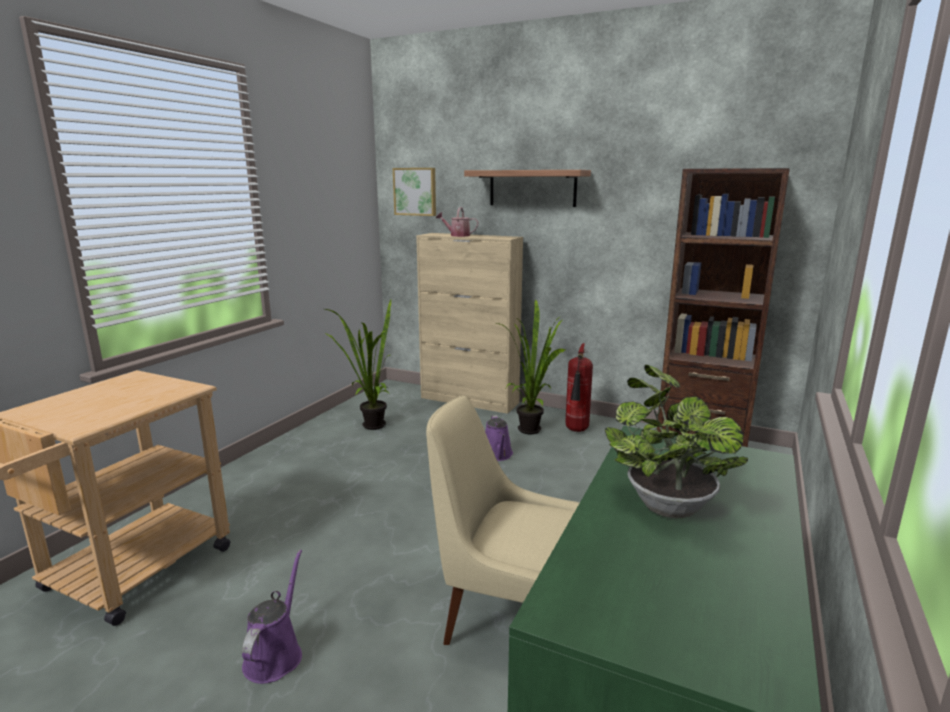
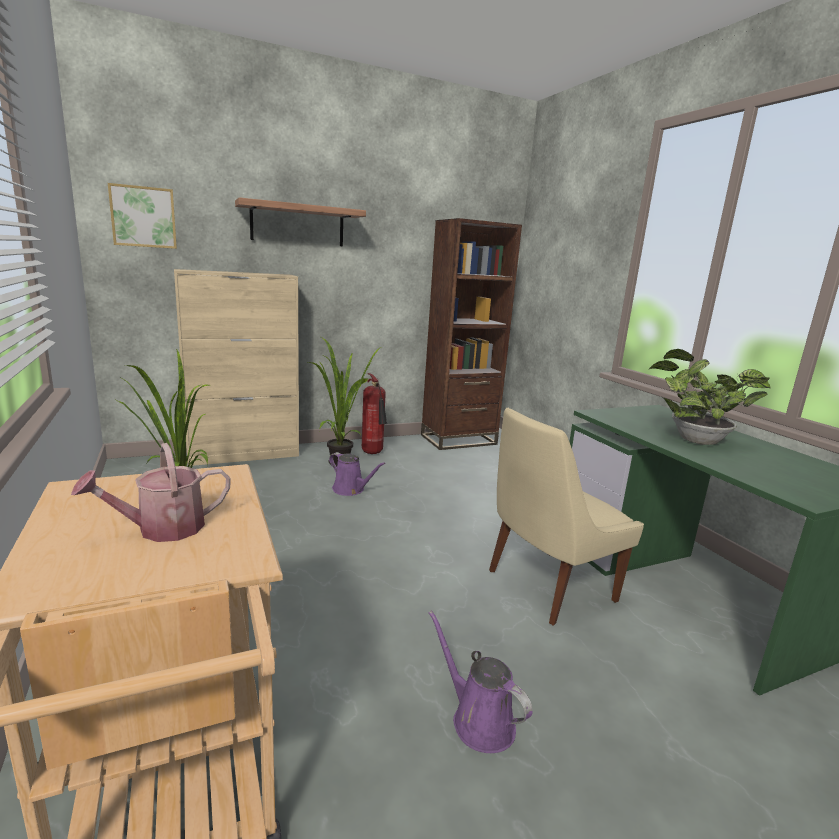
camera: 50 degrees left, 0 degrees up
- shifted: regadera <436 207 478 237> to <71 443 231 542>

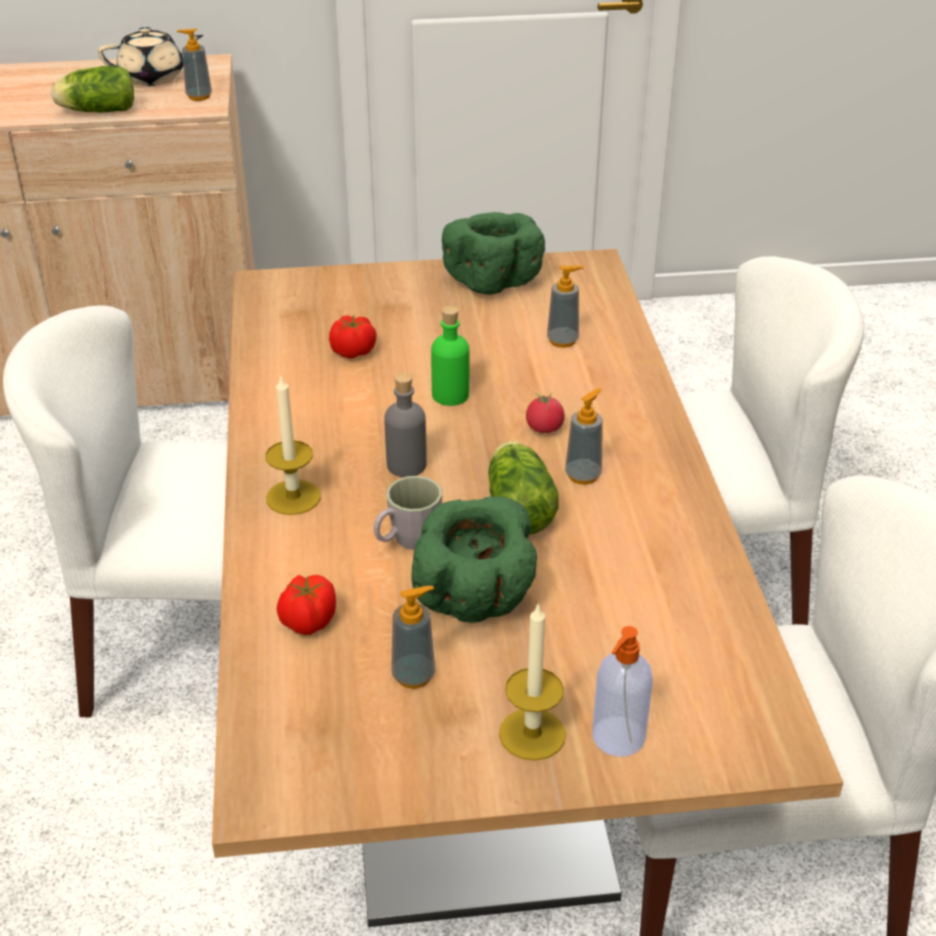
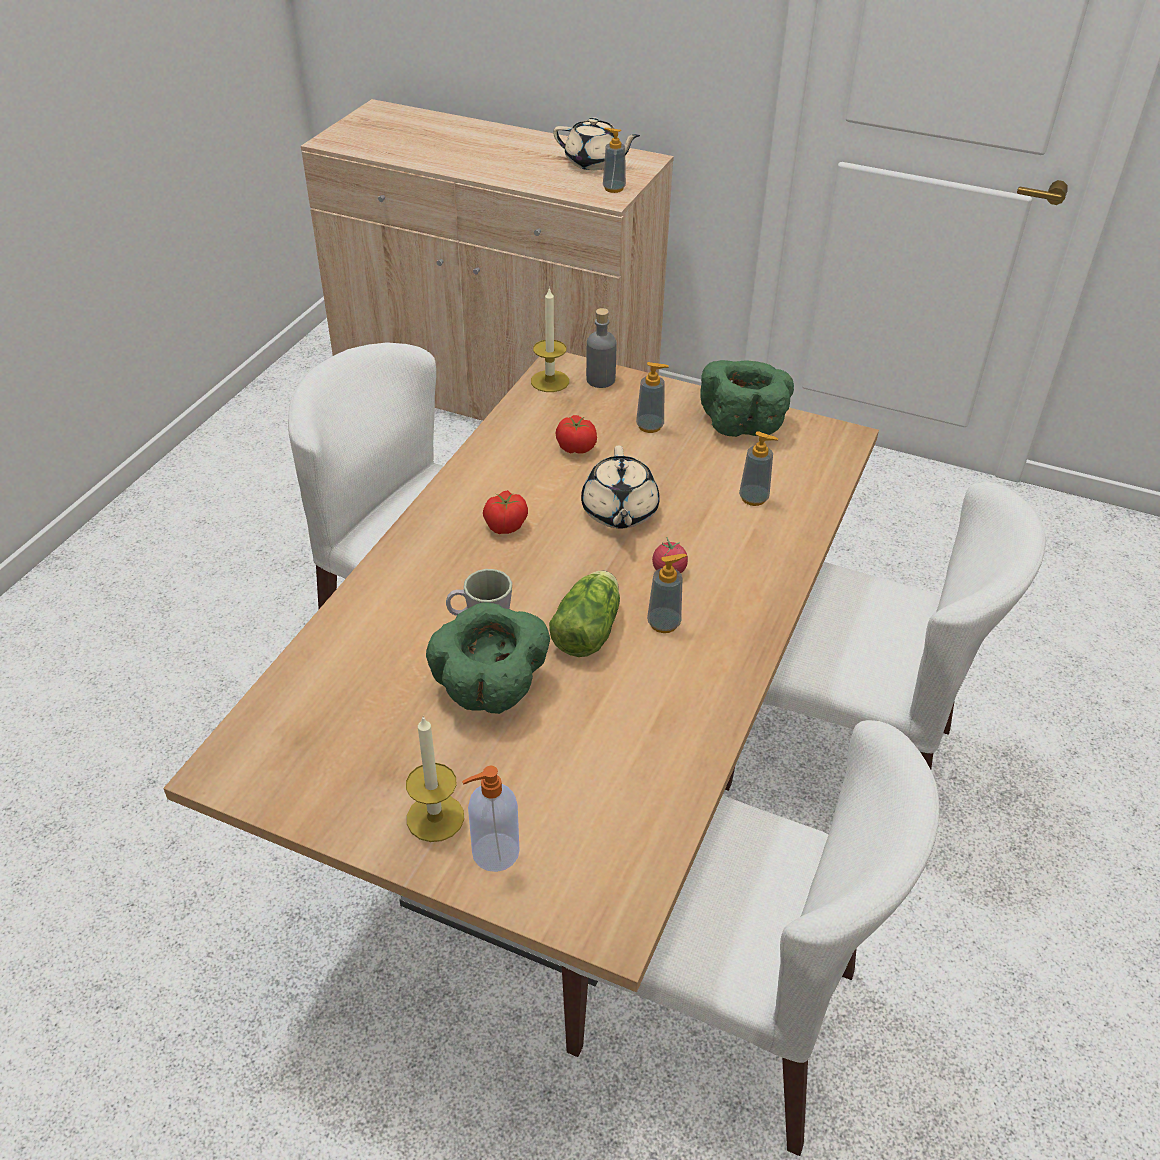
camera: 30 degrees right, 5 degrees up
- gone: lechuga <51 66 134 113>
- shifted: vela <265 376 321 515> to <531 287 569 392>
- shifted: tomate <277 575 336 635> to <483 490 528 534>
- shifted: botella/gris <384 372 427 477> to <586 308 617 388>
- shifted: dispensador de jabón <391 586 435 689> to <636 362 669 433>
- swapped: botella/verde <431 306 469 406> to tetera/beis <581 445 660 528>

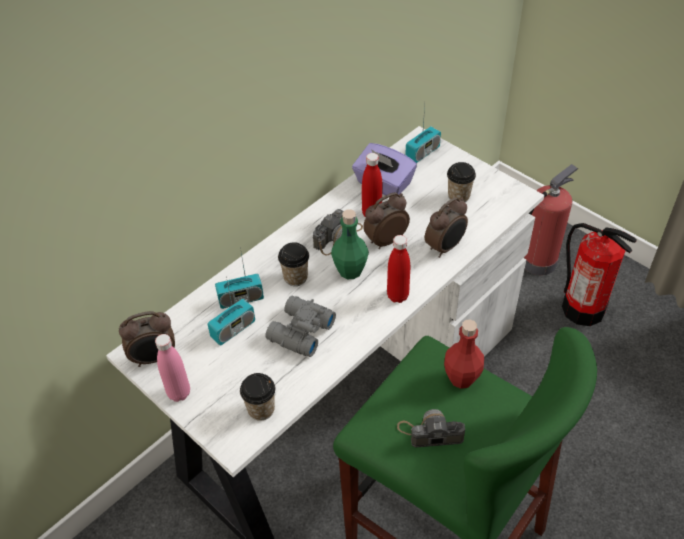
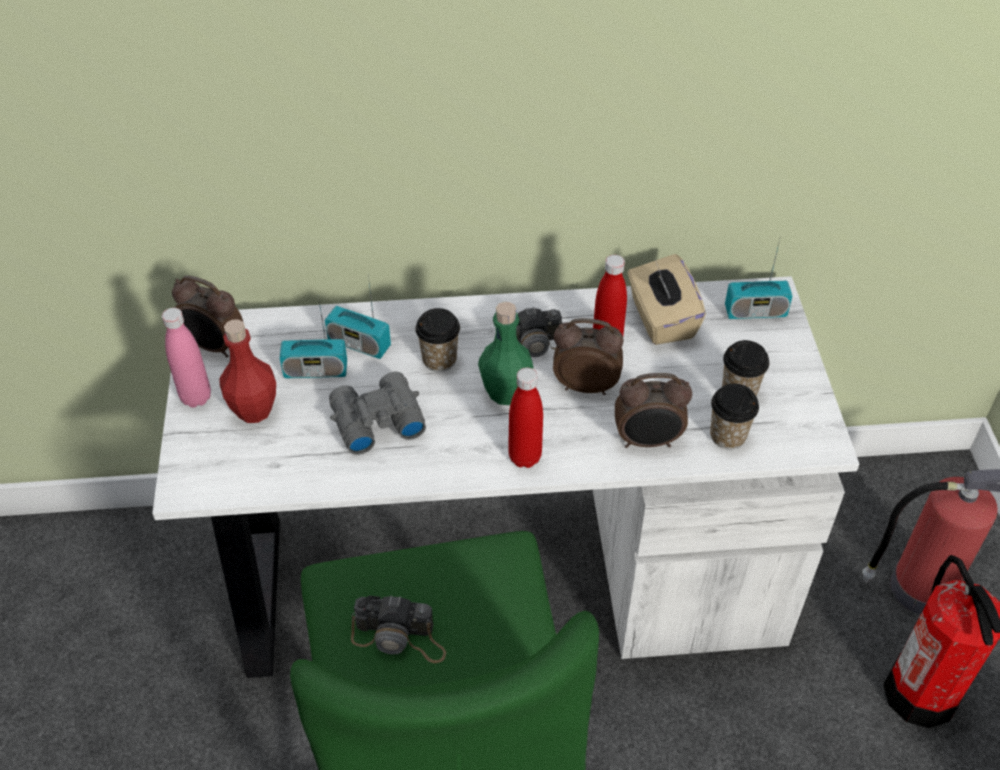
camera: 40 degrees right, 0 degrees up
- shifted: taza <240 373 275 421> to <710 384 759 450>
- repainted: caja de pañuelos/morado <352 143 417 195> to caja de pañuelos/beis <628 254 706 345>
- rotated: cámara <397 409 465 447> = <351 595 446 663> 150 degrees clockwise
- shifted: botella/rojo <444 319 484 389> to <220 320 276 423>

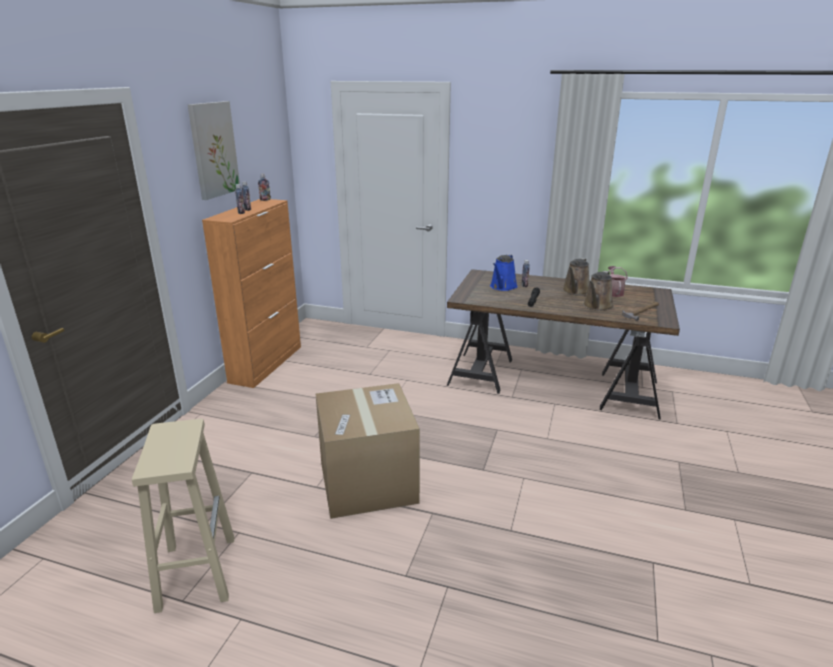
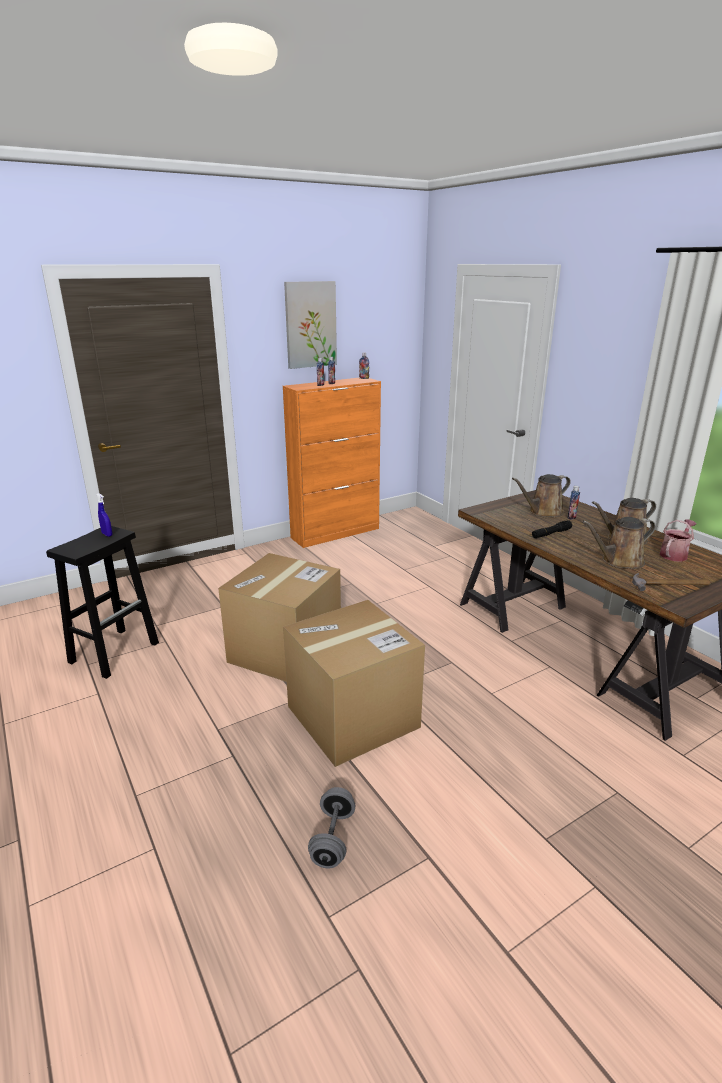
camera: 40 degrees right, 0 degrees up
- repainted: taburete/beis <132 419 234 613> to taburete/negro <46 526 159 679>
- repainted: regadera/azul <490 254 518 291> to regadera/marrón <512 474 571 517>
- new: pulverizador/azul <97 493 112 537>
- new: caja de cartón <283 600 425 767>
- new: mancuerna/gris <308 787 355 869>

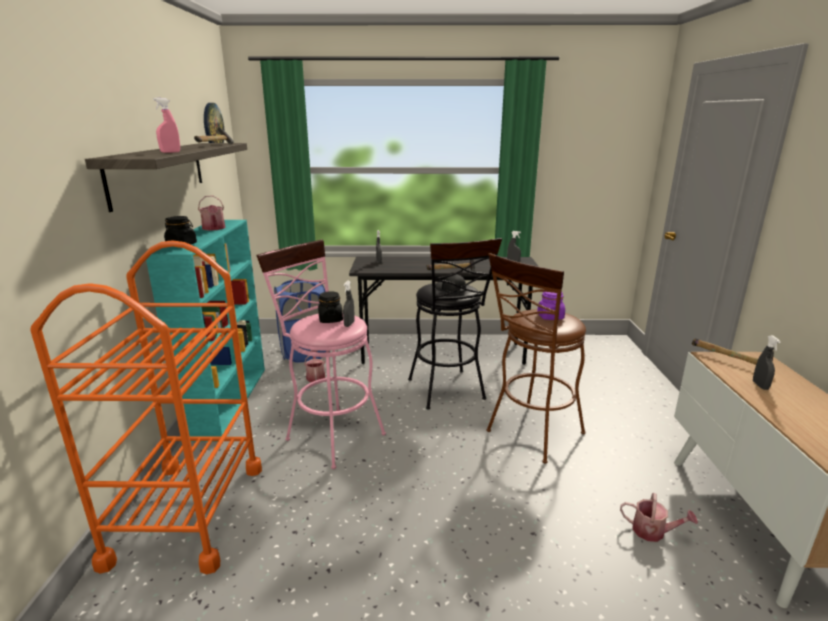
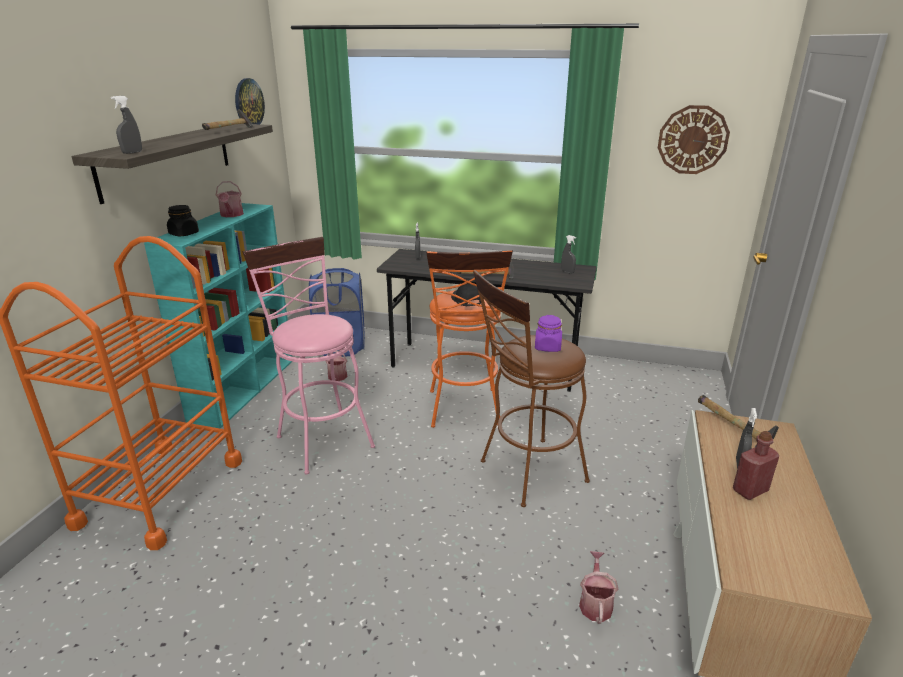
camera: 15 degrees right, 5 degrees up
- gone: pulverizador/rosa <153 98 180 153>
- gone: tarro/negro <318 291 343 323>
- shifted: pulverizador/gris <343 281 355 327> to <111 96 142 154>
- repainted: taburete/negro <408 238 502 410> to taburete/naranja <426 250 513 428>
- rotated: regadera <620 493 698 542> = <579 551 619 624> 120 degrees counterclockwise
- new: reloj de pared <658 105 730 174>
- new: botella/rojo <733 431 779 500>

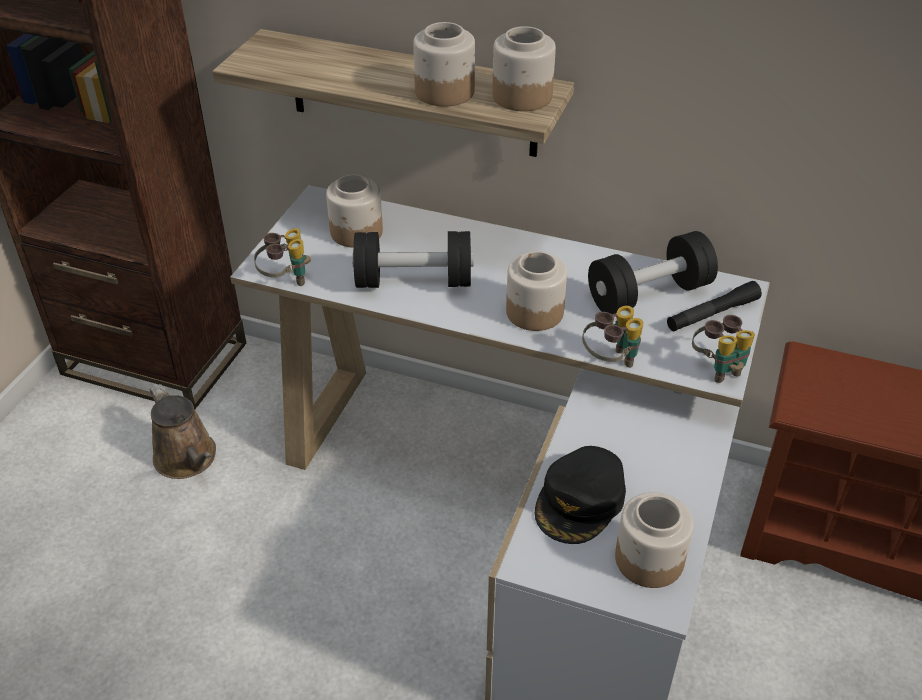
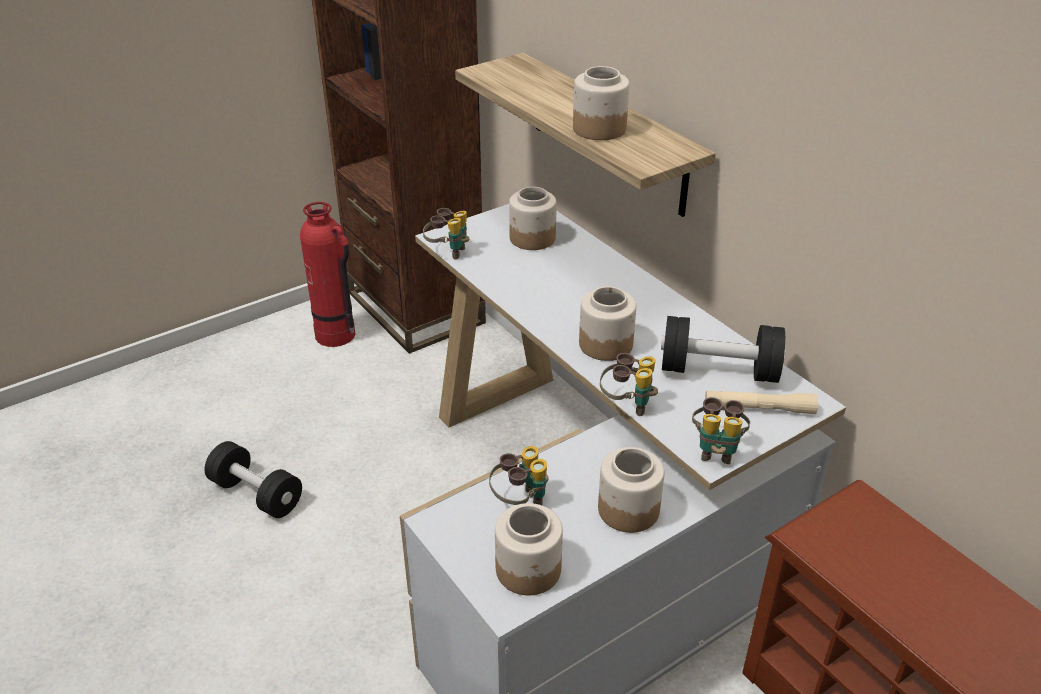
camera: 35 degrees right, 5 degrees down
- gone: regadera/marrón <150 384 216 479>
- shifted: mancuerna/negro <352 231 473 288> to <205 441 302 518>
- shifted: tarro <492 26 556 111> to <598 447 664 533>
- swapped: gorra/negro <535 446 626 544> to prismáticos <489 446 548 505>
- repainted: linterna/negro <667 281 762 331> to linterna/beis <705 390 818 414>
- new: extintor <300 202 355 347>

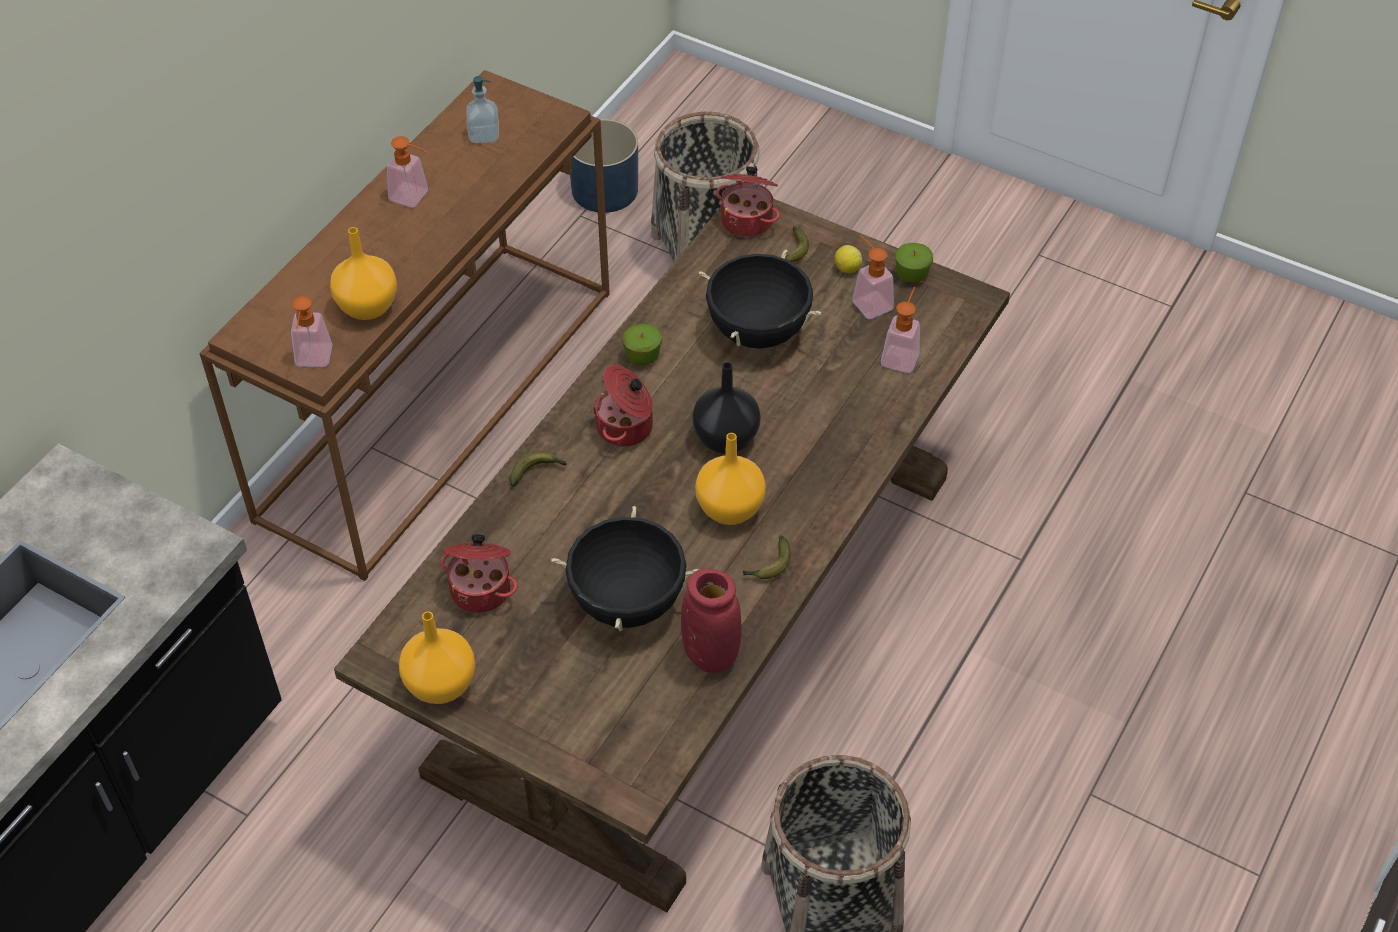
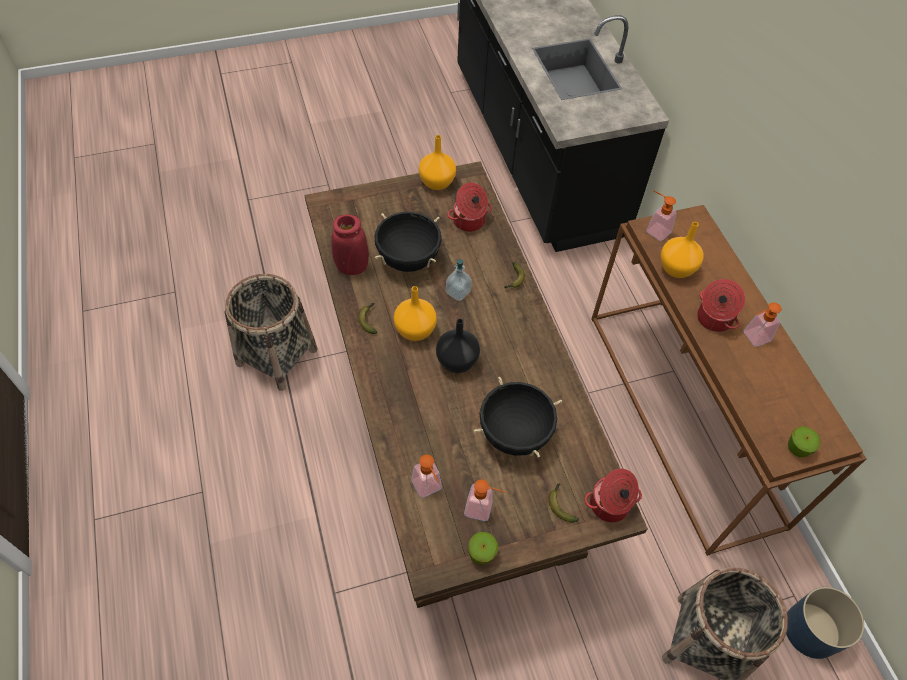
camera: 130 degrees right, 5 degrees up
- shifted: dispensador de jabón <466 76 499 143> to <446 259 472 301>
- shifted: olla <593 365 653 447> to <697 279 745 332>
- shifted: manzana <622 324 662 365> to <788 426 821 457>
- gone: limón <835 245 862 273>

